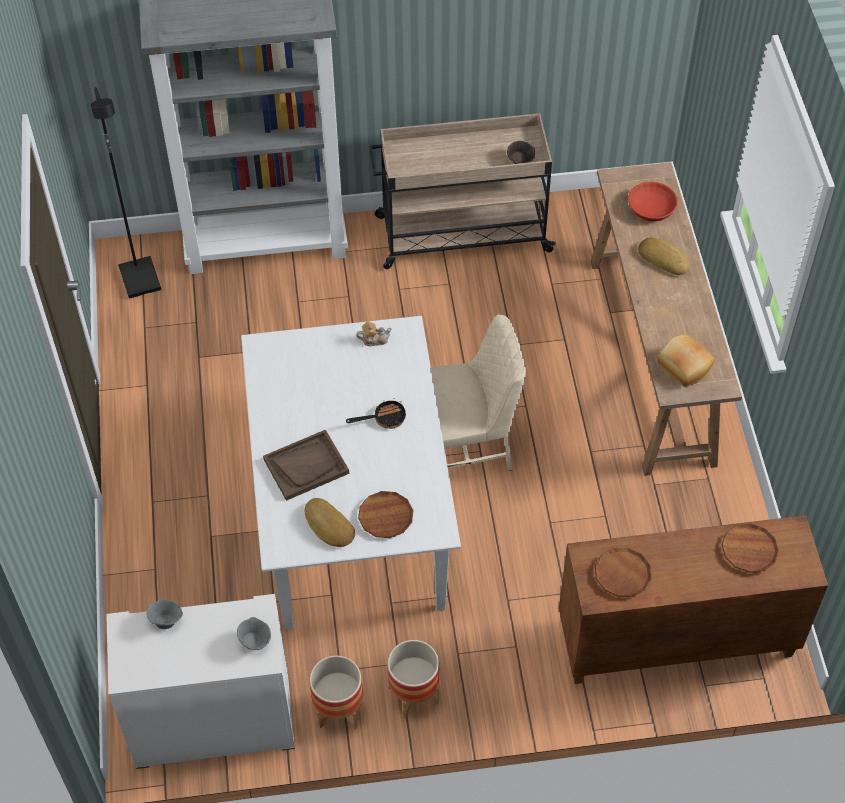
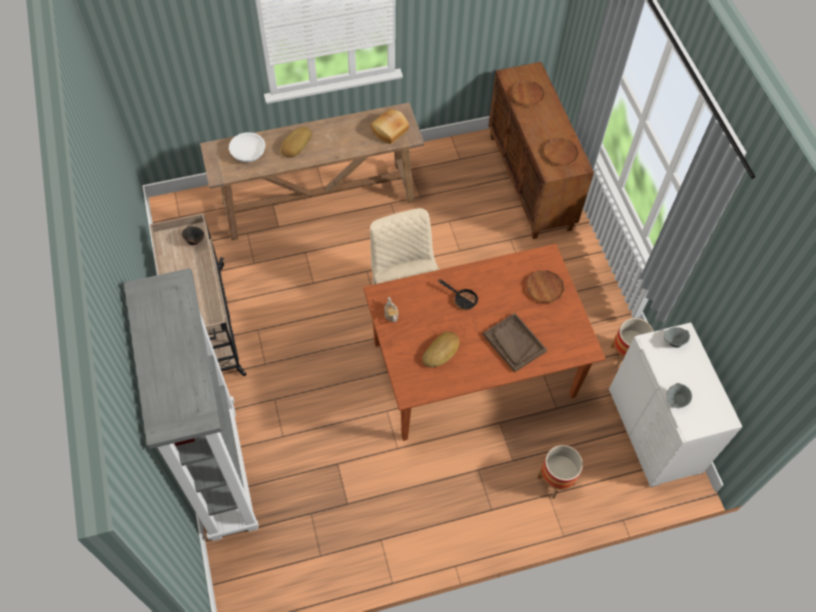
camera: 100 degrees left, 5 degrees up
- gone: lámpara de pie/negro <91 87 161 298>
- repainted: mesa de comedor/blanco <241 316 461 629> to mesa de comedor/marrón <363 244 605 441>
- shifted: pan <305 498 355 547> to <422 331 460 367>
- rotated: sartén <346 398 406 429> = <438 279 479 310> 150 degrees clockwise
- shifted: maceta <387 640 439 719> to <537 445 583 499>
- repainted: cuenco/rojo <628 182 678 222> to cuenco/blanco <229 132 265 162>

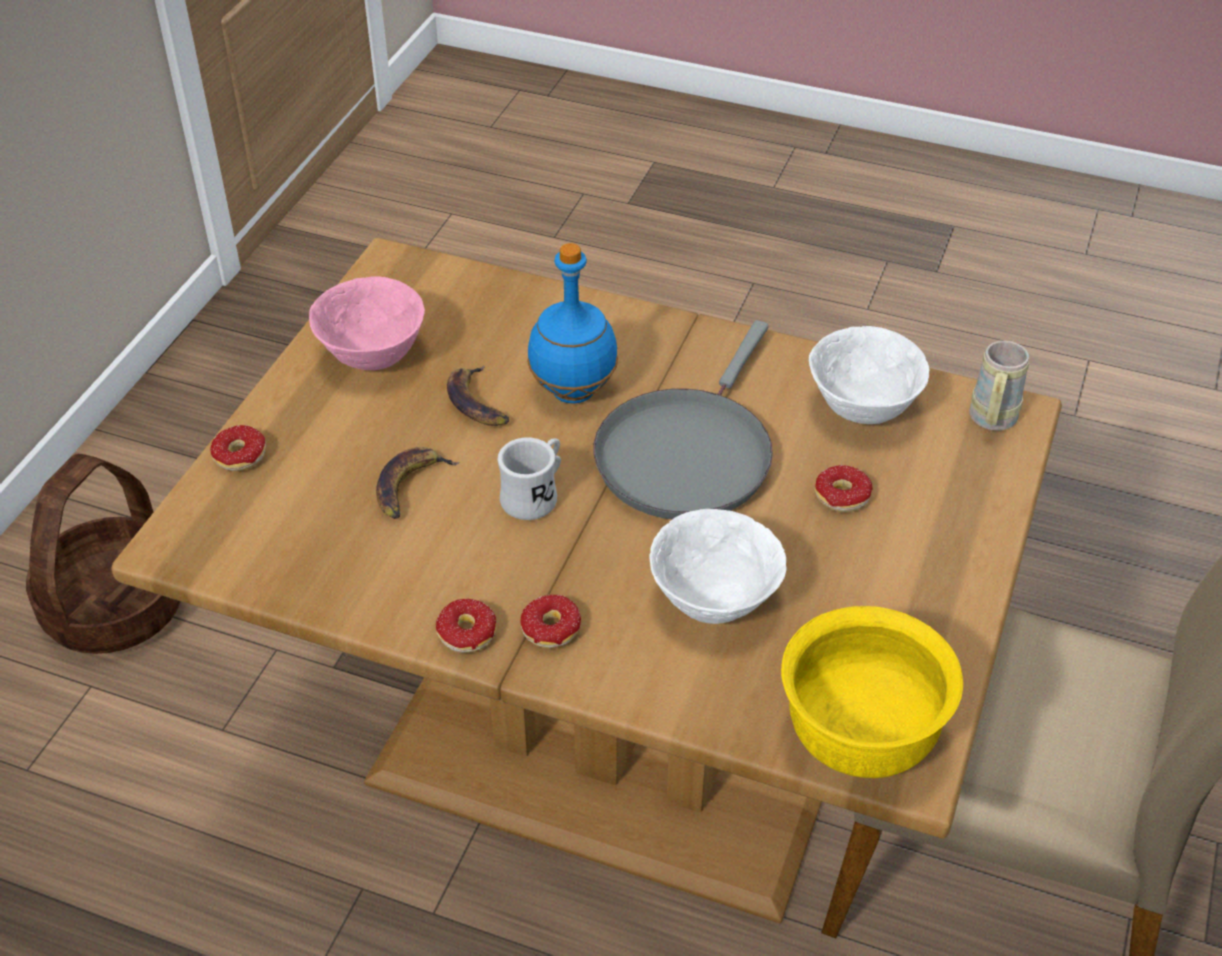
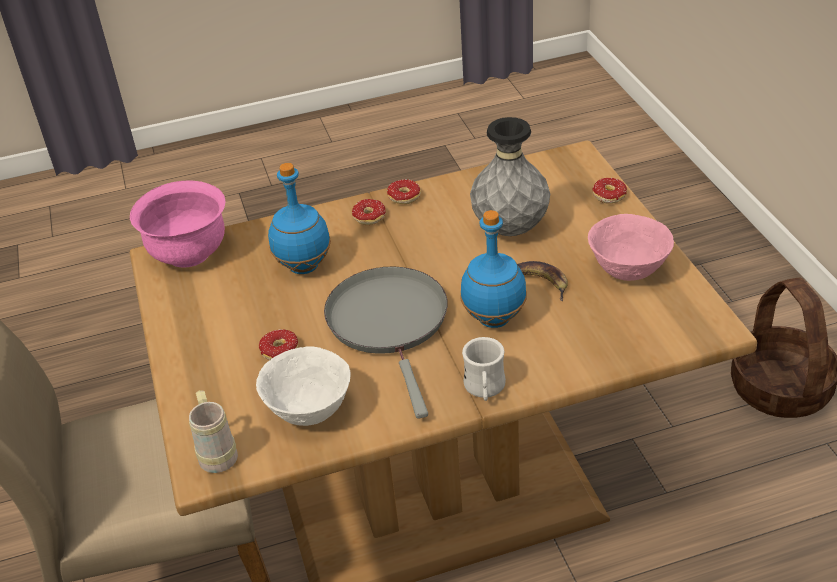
camera: 145 degrees right, 5 degrees down
- swapped: plátano <376 447 460 519> to florero/gris <470 117 550 236>
- shifted: taza grande/blanco <497 437 561 520> to <462 337 506 401>
- swapped: cuenco/blanco <649 509 786 624> to botella/azul <268 163 331 274>
- repainted: cuenco/amarillo <781 606 963 778> to cuenco/rosa <130 181 225 268>

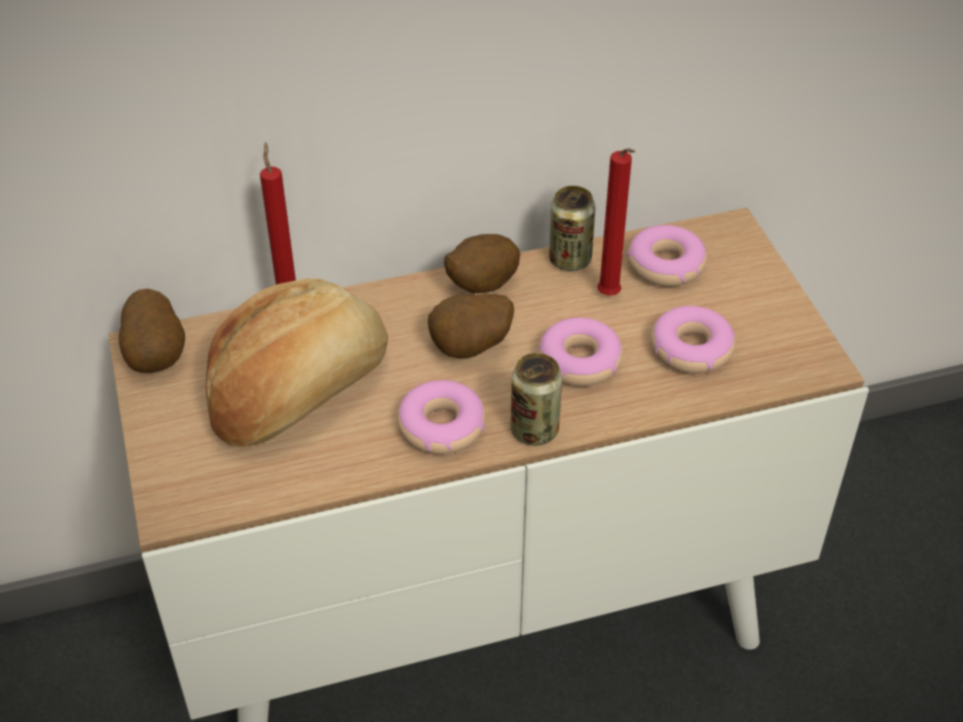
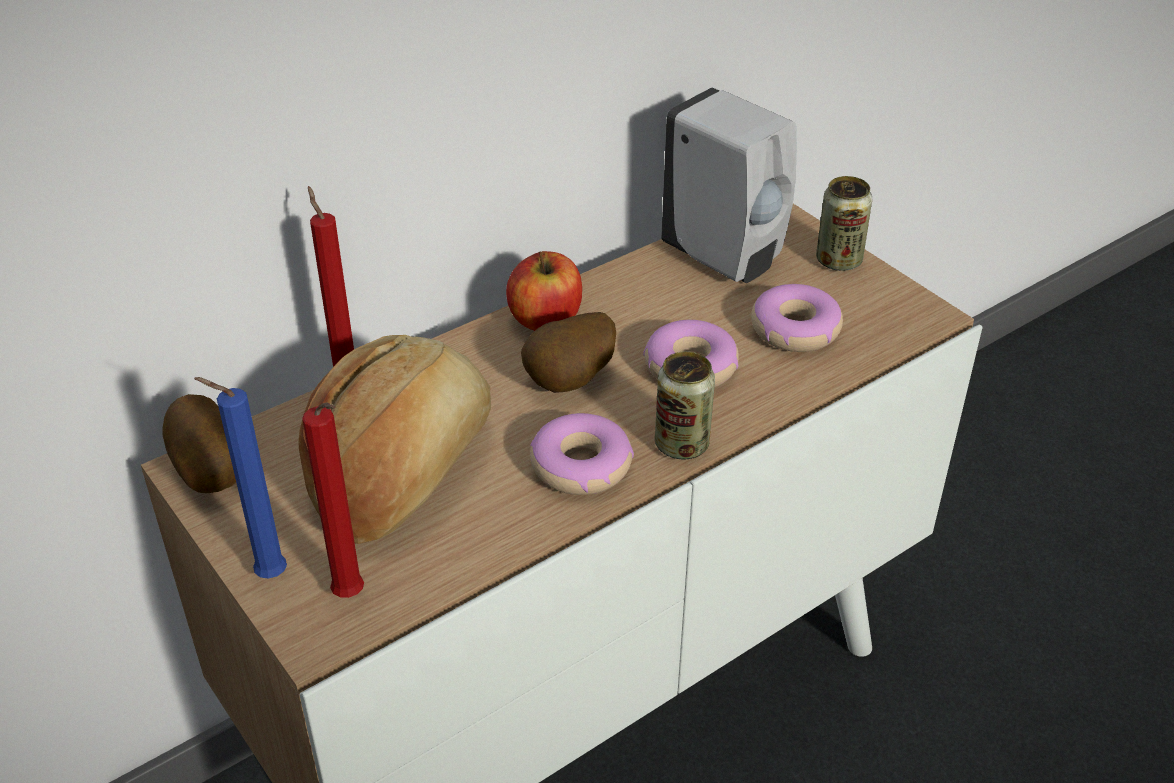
camera: 20 degrees left, 5 degrees down
- swapped: patata <444 234 520 293> to manzana <506 251 582 331>
- shifted: lata <549 186 595 271> to <816 176 872 271>
- shifted: vela/rojo <597 148 635 296> to <302 402 364 598>
- swapped: rosquilla <627 225 707 287> to dispensador de jabón/blanco <661 87 796 283>
- new: vela/azul <194 377 287 579>

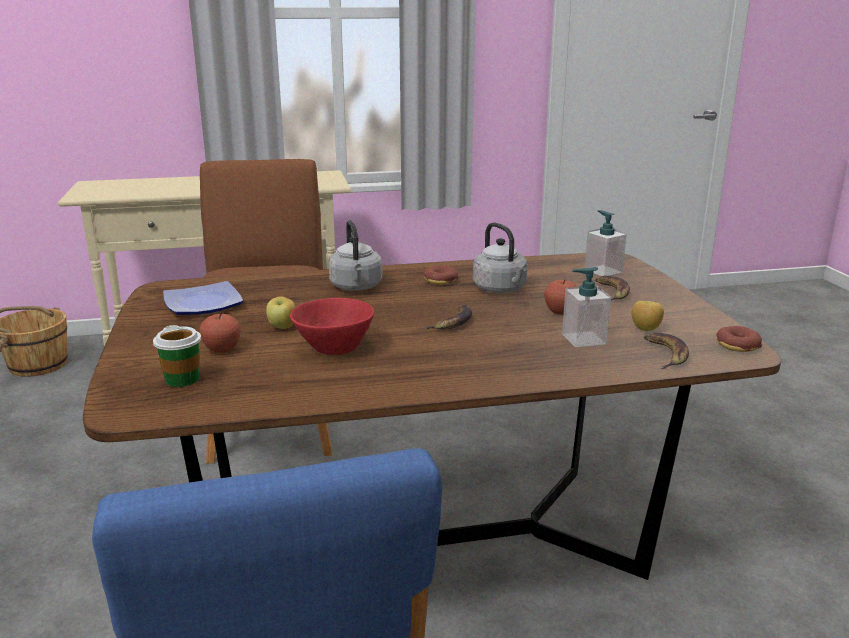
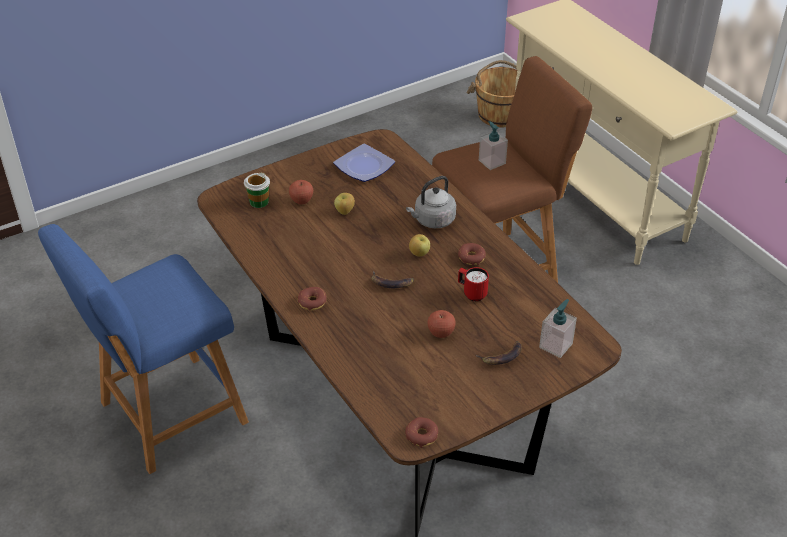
camera: 70 degrees right, 20 degrees up
- gone: cuenco/rojo <290 298 374 355>
- swapped: hervidor/gris <473 222 528 293> to taza grande/rojo <458 267 489 301>
- shifted: dispensador de jabón <562 267 611 347> to <479 121 508 170>
- shifted: manzana <632 301 664 331> to <409 234 430 256>
- gone: plátano <644 333 689 369>
- new: rosquilla <298 287 327 311>

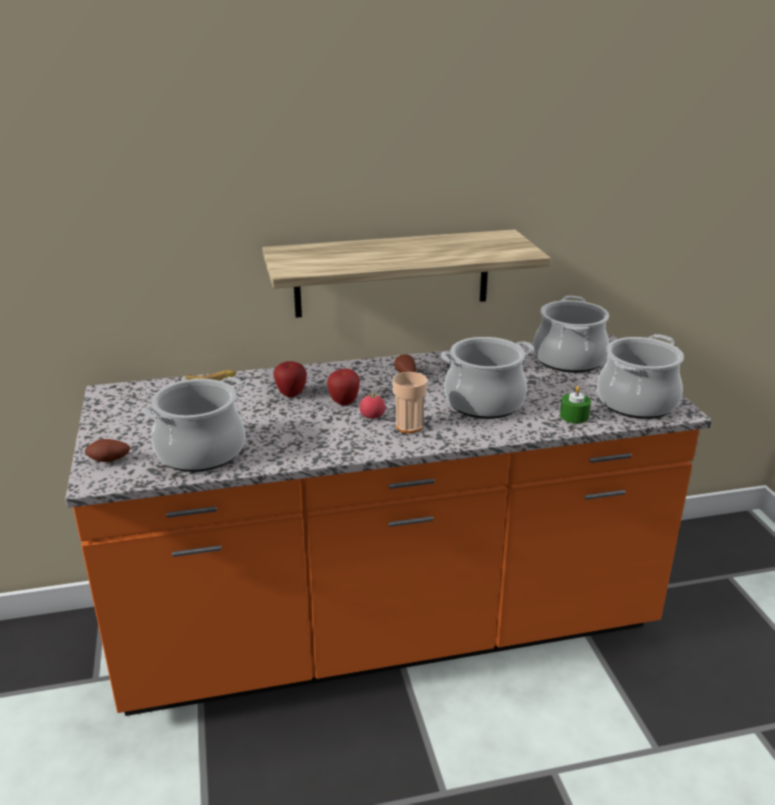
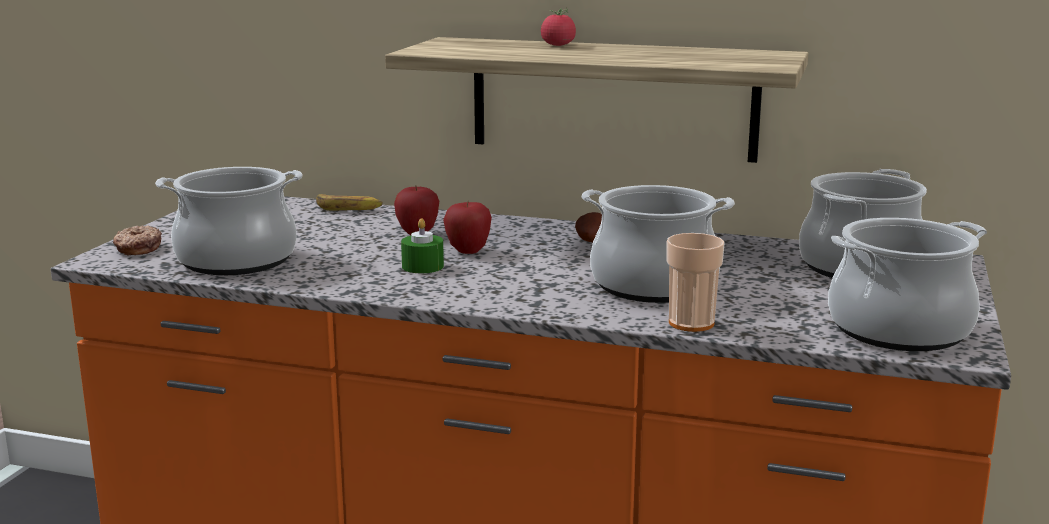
camera: 30 degrees right, 10 degrees down
- swapped: patata <85 439 130 462> to rosquilla <113 225 162 255>
- shifted: tomate <360 390 385 419> to <541 8 576 46>
- shifted: taza <392 372 428 433> to <666 233 725 332>
- shifted: vela/verde <560 386 591 423> to <401 218 444 273>

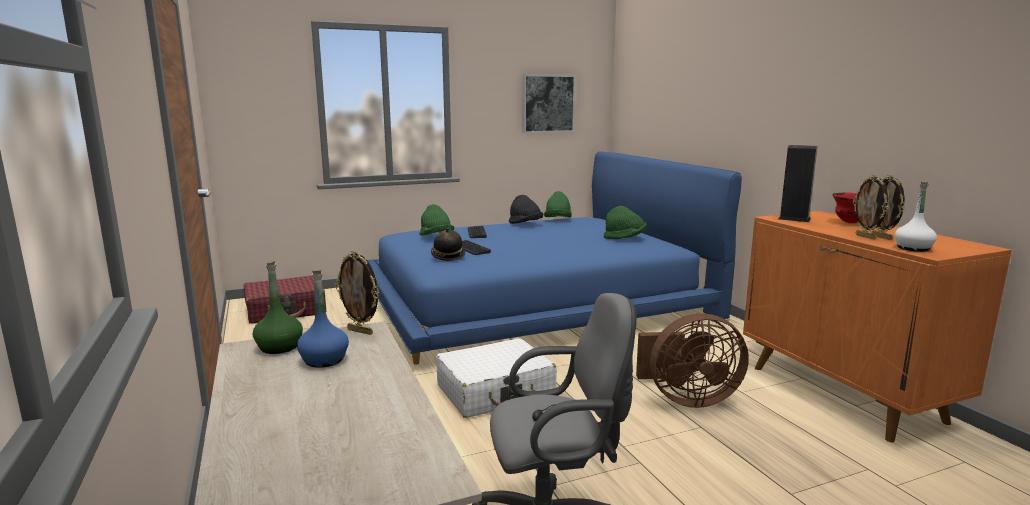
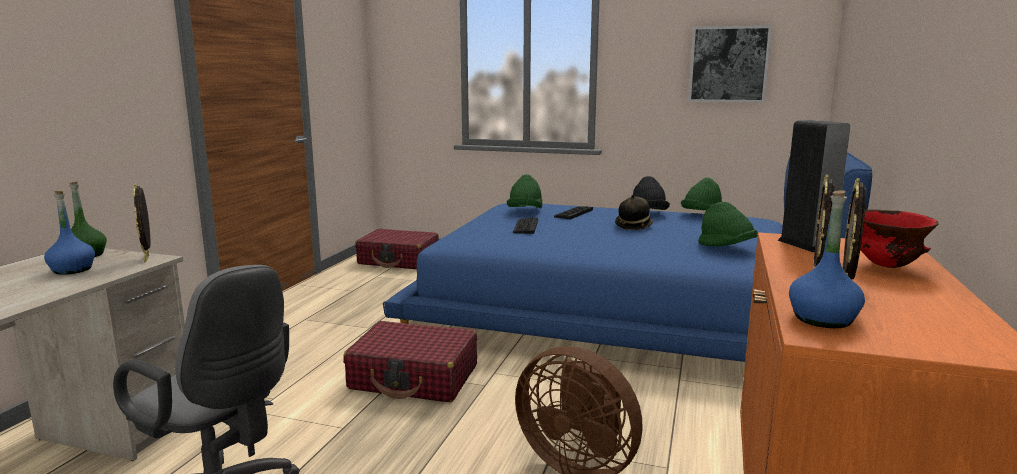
camera: 40 degrees right, 0 degrees up
- shifted: sombrero <431 228 465 261> to <615 195 653 230>
- repainted: maleta/blanco <436 338 556 418> to maleta/rojo <343 321 477 402>
- repainted: botella/blanco <895 181 937 252> to botella/azul <789 190 865 328>

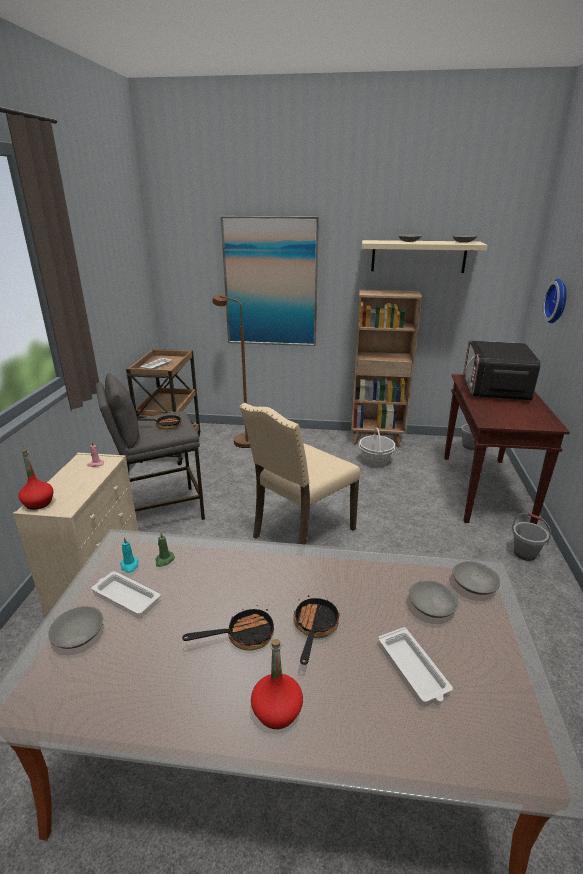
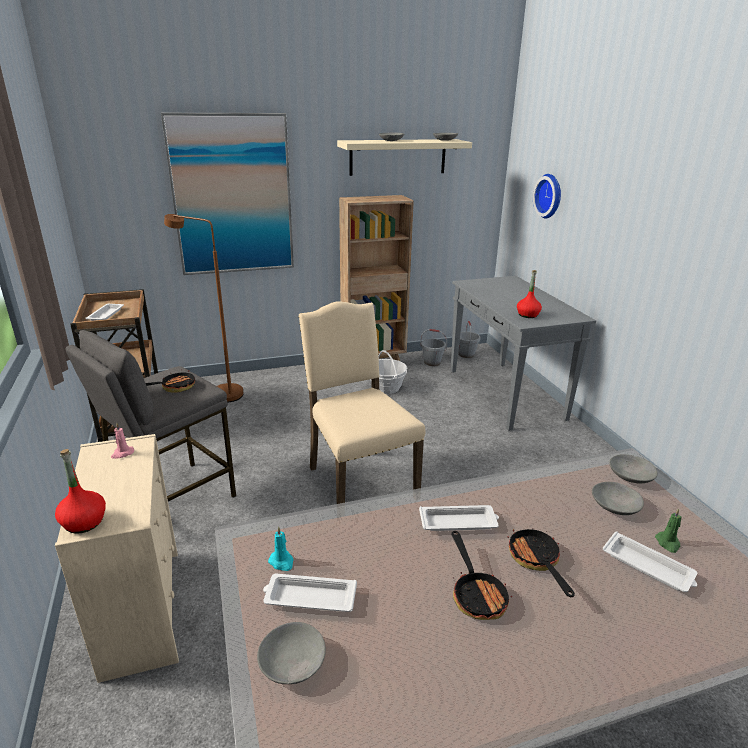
camera: 25 degrees left, 0 degrees up
- shifted: vela/verde <155 532 175 567> to <655 508 681 553>
- rotated: sartén <182 605 274 651> = <451 531 512 620> 120 degrees clockwise
- rotated: silla/beis <240 403 361 545> = <299 302 426 504> 135 degrees clockwise
- shifted: botella/rojo <251 639 303 729> to <517 270 542 318>
- repainted: mesa consola/marrón <444 374 570 524> to mesa consola/gris <451 276 596 431>
- gone: microondas <464 341 540 400>
- shifted: cubo/gris <512 513 551 561> to <420 329 447 366>
- new: bandeja/blanco <419 505 499 531>

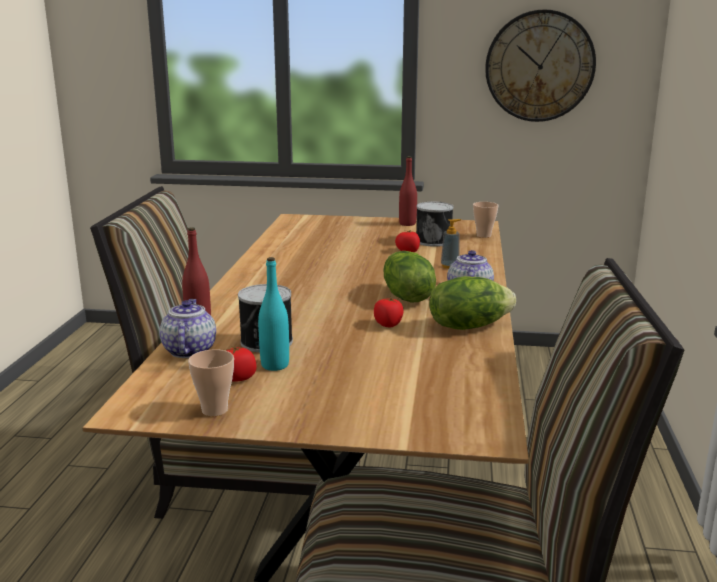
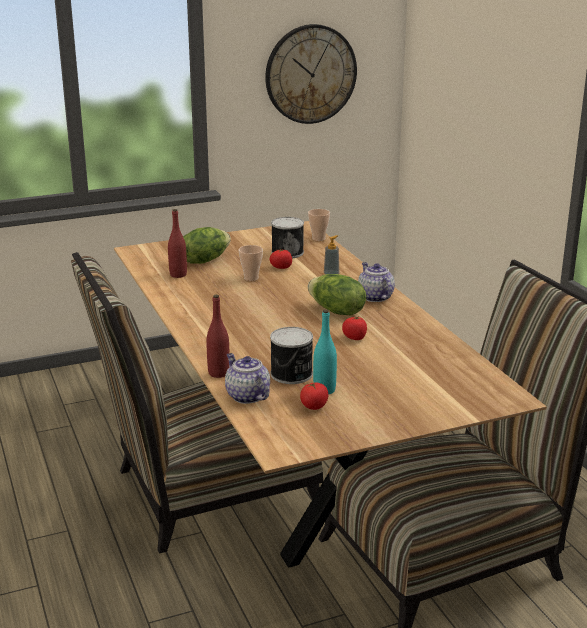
camera: 30 degrees left, 5 degrees up
- shifted: taza <188 349 234 416> to <239 245 263 281>
- shifted: botella/rojo <399 156 417 226> to <168 209 187 278>
- shifted: lechuga <429 276 516 330> to <183 227 231 264>

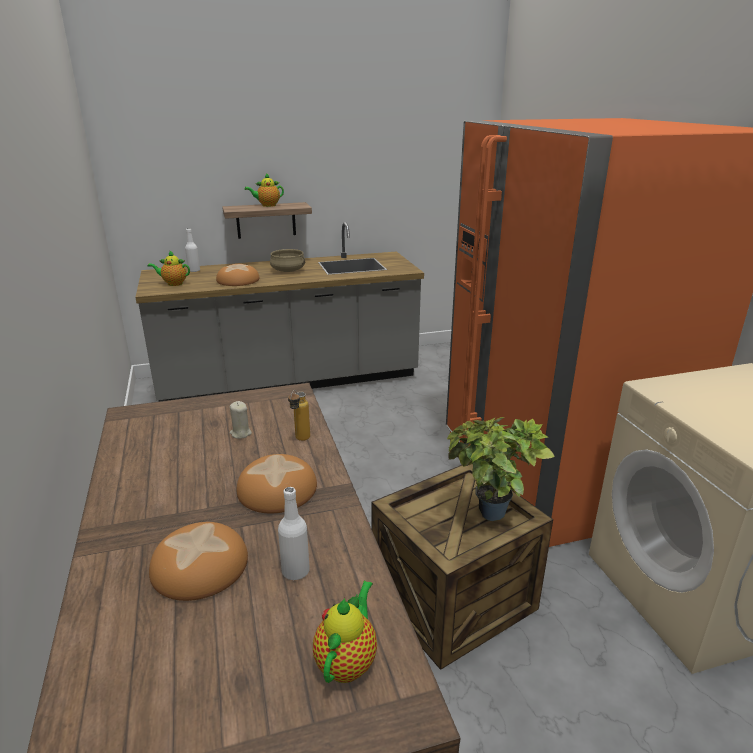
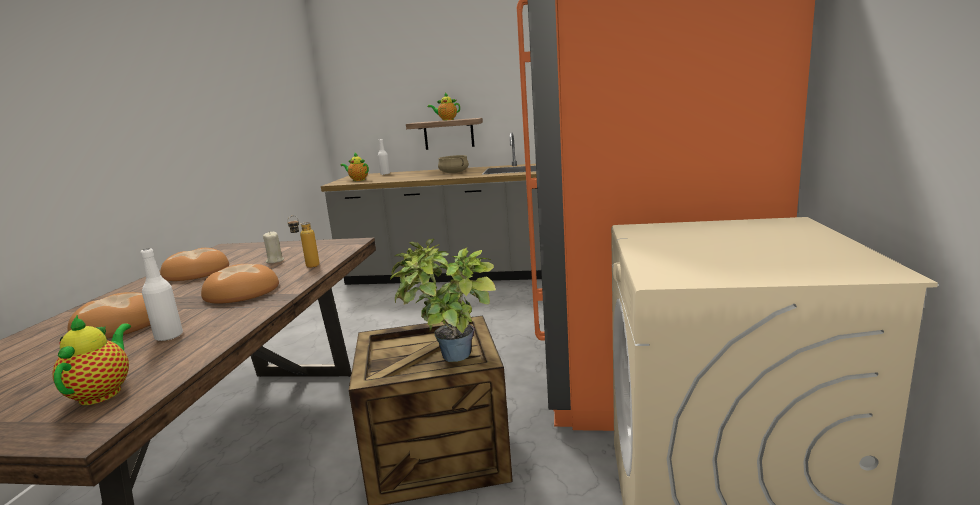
camera: 25 degrees right, 10 degrees down
- shifted: pan <216 264 260 286> to <160 248 229 281>
- rotated: tetera <313 581 377 683> = <52 315 131 405> 45 degrees counterclockwise

